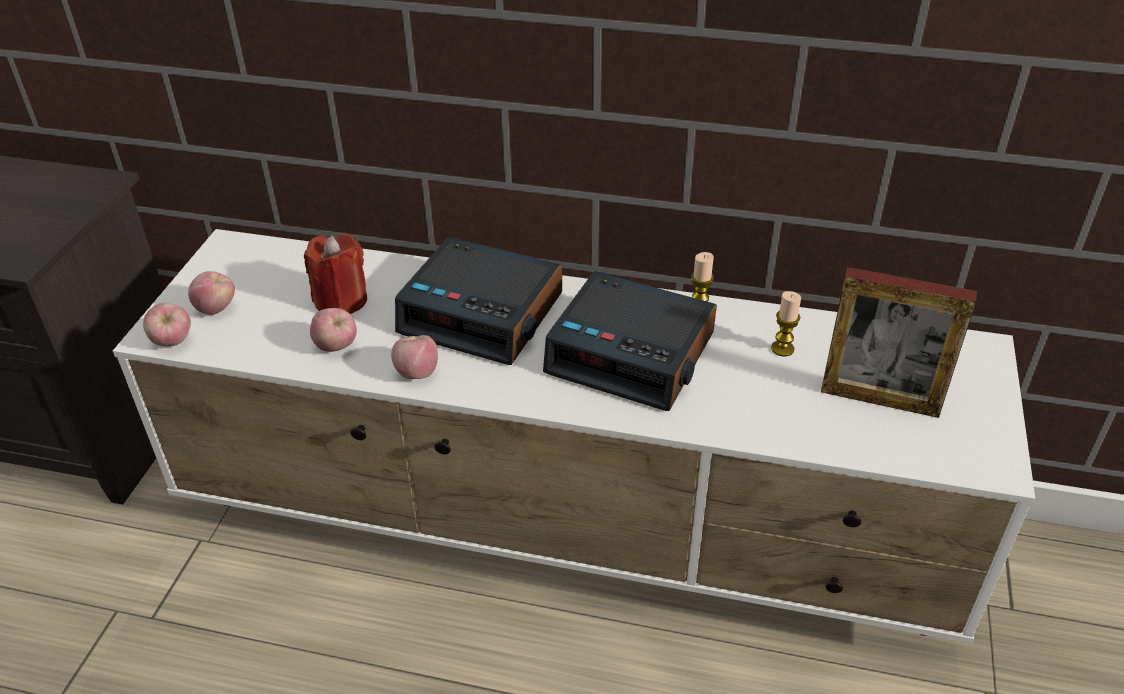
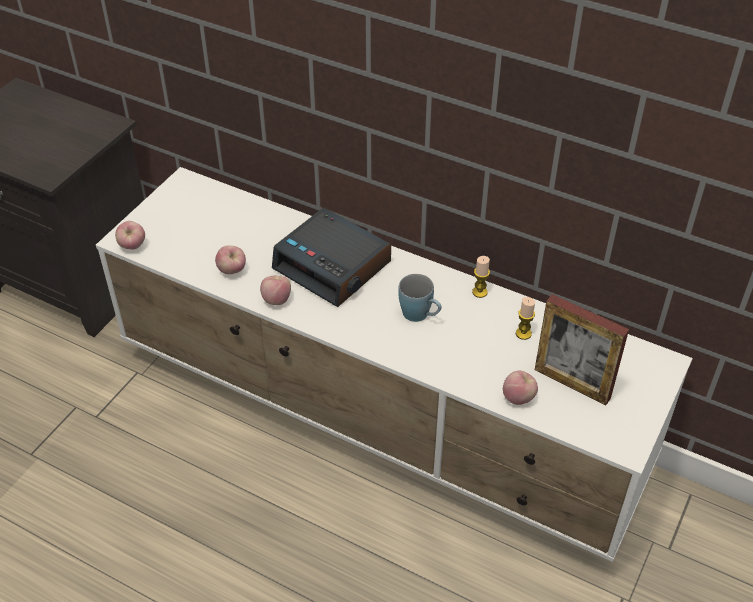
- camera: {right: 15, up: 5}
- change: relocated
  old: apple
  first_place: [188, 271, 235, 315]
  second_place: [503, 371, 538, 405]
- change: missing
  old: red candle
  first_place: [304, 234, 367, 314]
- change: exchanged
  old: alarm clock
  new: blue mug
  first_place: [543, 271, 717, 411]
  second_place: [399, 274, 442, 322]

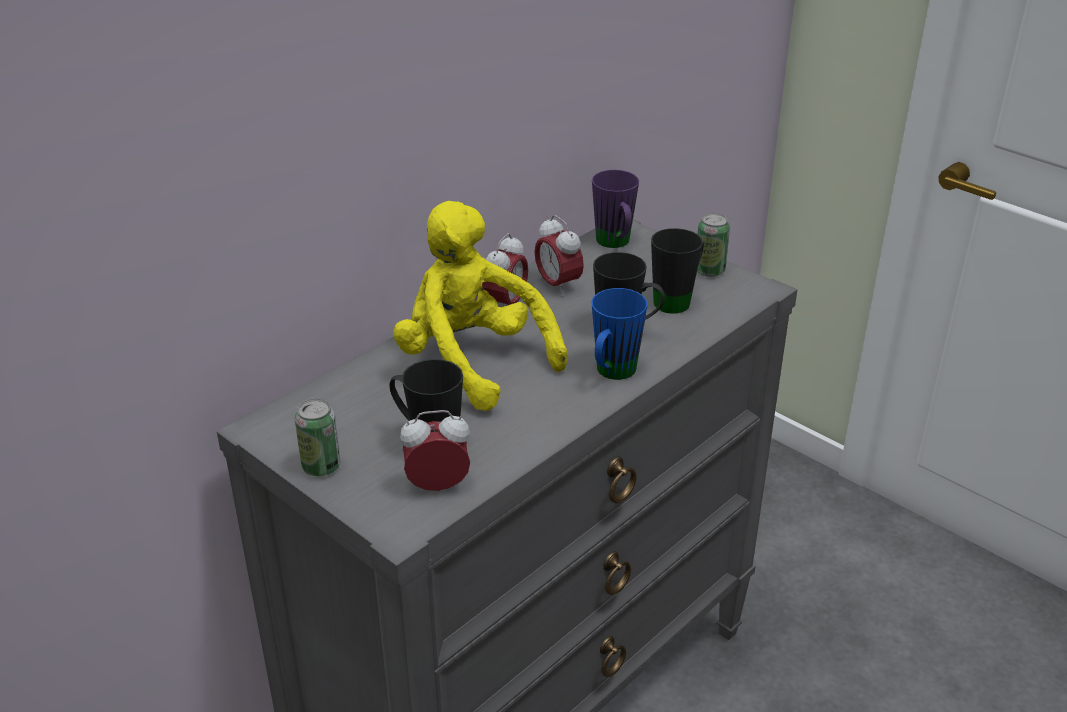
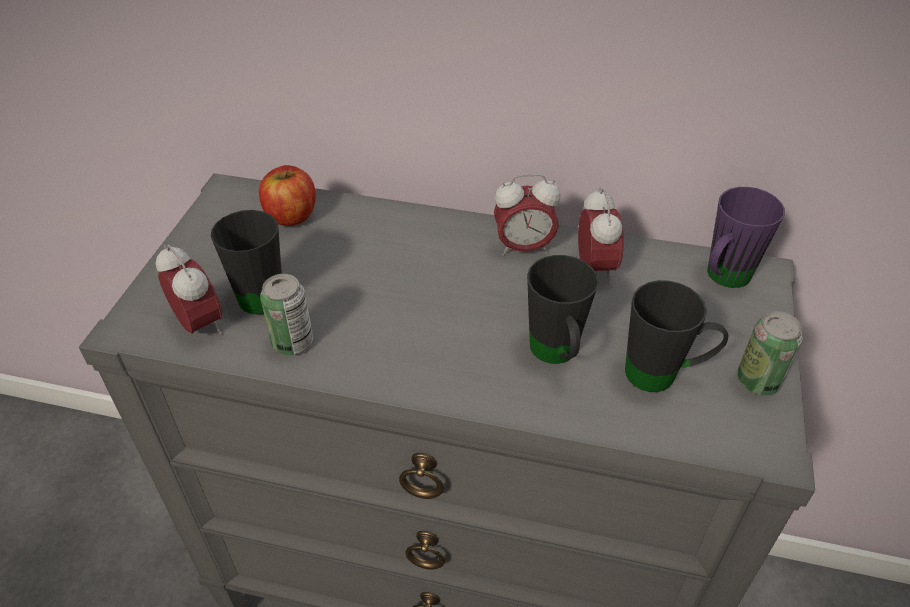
- camera: {right: 60, up: 10}
- change: relocated
  old: can
  first_place: [295, 399, 341, 476]
  second_place: [260, 274, 313, 355]
- change: missing
  old: yellow plush toy
  first_place: [393, 201, 568, 411]
- change: spun
  old: alarm clock
  first_place: [534, 215, 584, 297]
  second_place: [578, 187, 624, 284]
  degrees: 150
- change: missing
  old: blue mug
  first_place: [591, 288, 648, 380]
- change: appeared
  new: apple
  second_place: [259, 165, 316, 226]

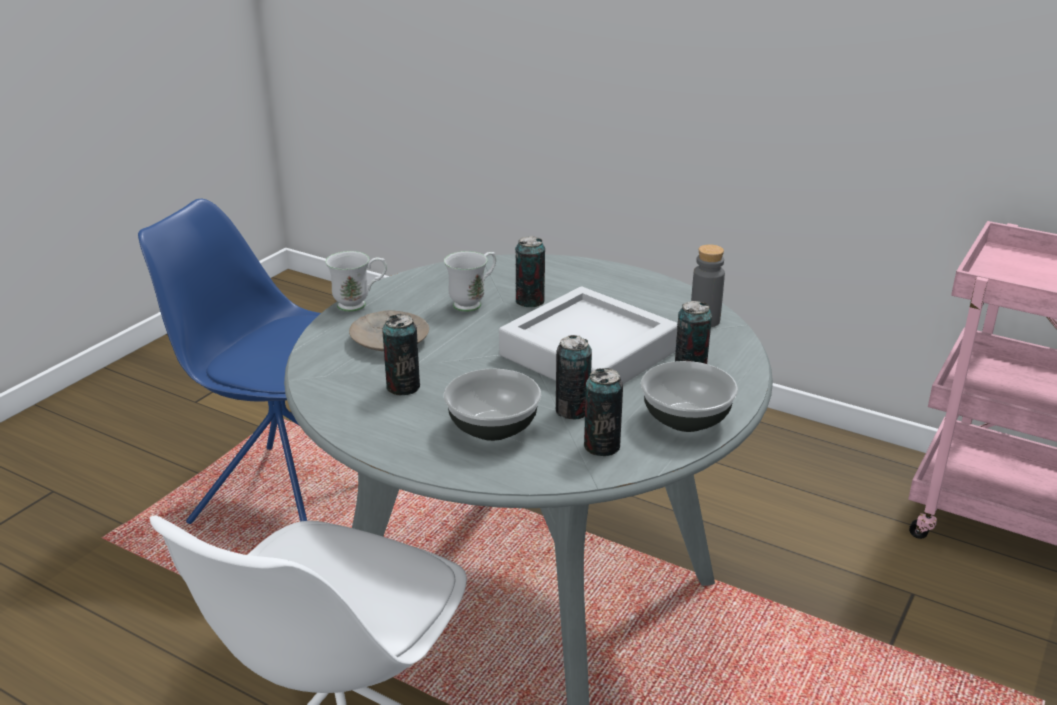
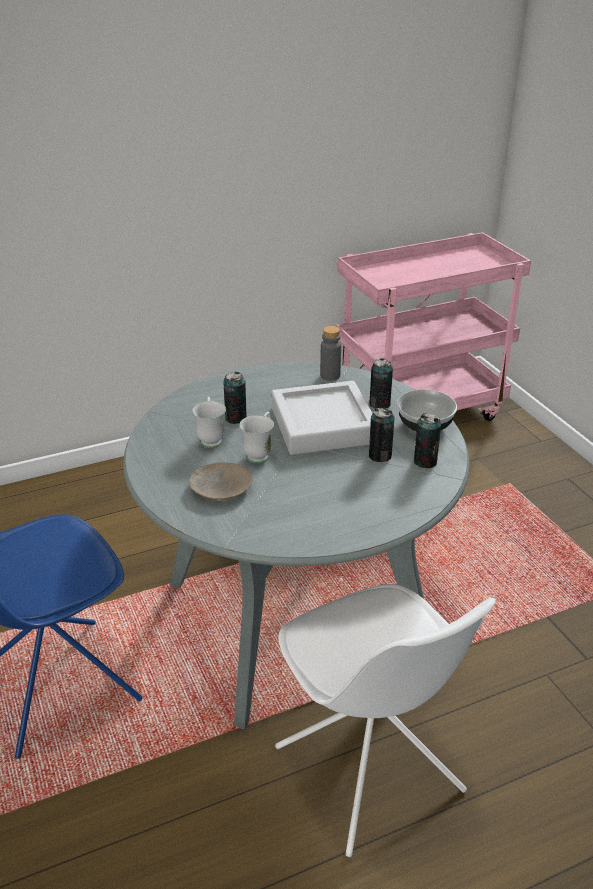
- camera: {right: -55, up: 5}
- change: relocated
  old: white mug
  first_place: [325, 251, 387, 312]
  second_place: [239, 412, 274, 464]
- change: missing
  old: can
  first_place: [382, 314, 420, 396]
- change: missing
  old: bowl
  first_place: [444, 369, 541, 441]

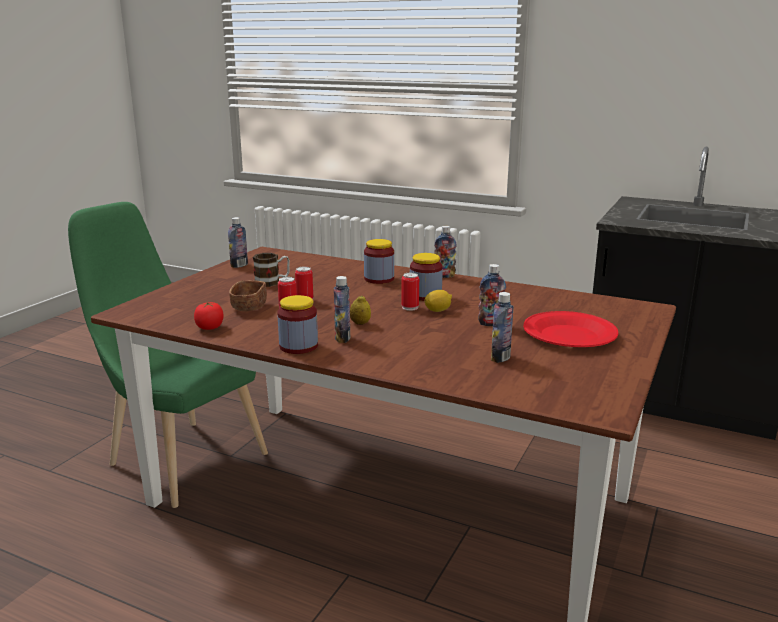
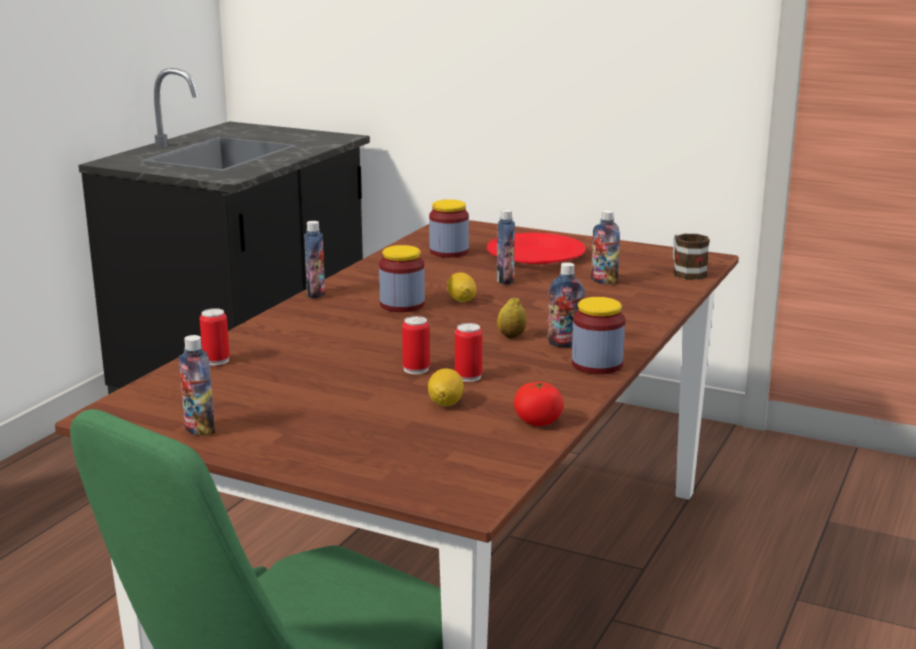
- camera: {right: -90, up: 0}
- change: exchanged
  old: brown bowl
  new: lemon
  first_place: [229, 280, 267, 311]
  second_place: [428, 369, 464, 406]
- change: relocated
  old: mug
  first_place: [253, 253, 290, 287]
  second_place: [673, 234, 710, 280]
- change: relocated
  old: jar
  first_place: [364, 239, 394, 284]
  second_place: [429, 199, 469, 258]
- change: relocated
  old: can
  first_place: [401, 273, 419, 311]
  second_place: [200, 308, 230, 366]

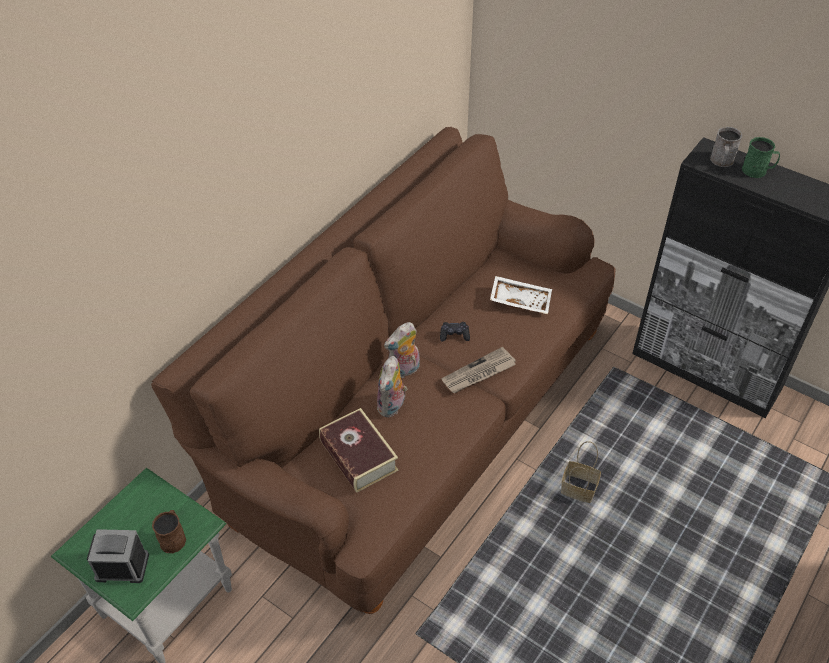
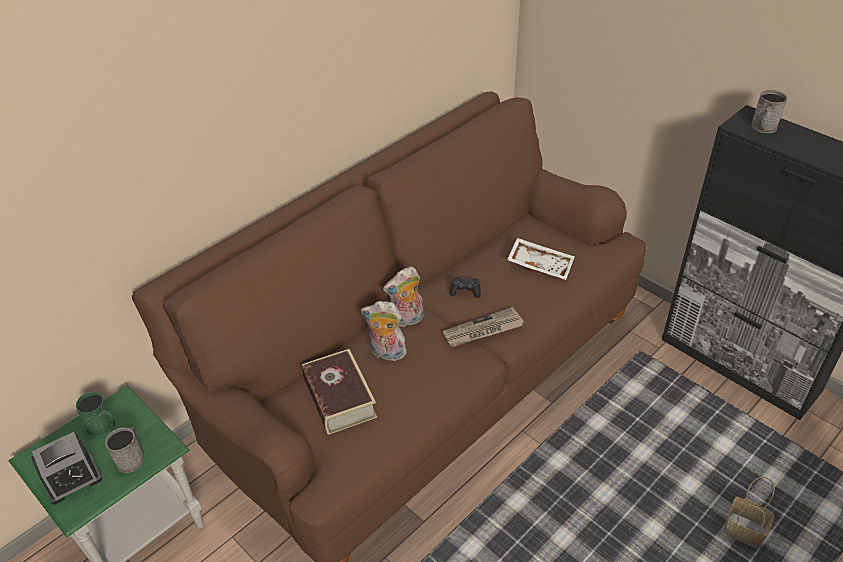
- camera: {right: 10, up: -5}
- change: spun
  old: alarm clock
  first_place: [87, 529, 149, 583]
  second_place: [31, 432, 102, 505]
  degrees: 135
- change: colour
  old: brown mug
  new: grey mug
  first_place: [152, 510, 186, 553]
  second_place: [105, 427, 144, 473]
- change: spun
  old: plush toy
  first_place: [377, 356, 407, 418]
  second_place: [361, 301, 407, 361]
  degrees: 75
- change: relocated
  old: basket
  first_place: [561, 441, 601, 503]
  second_place: [723, 477, 775, 549]
- change: relocated
  old: green mug
  first_place: [742, 137, 780, 178]
  second_place: [76, 392, 115, 436]

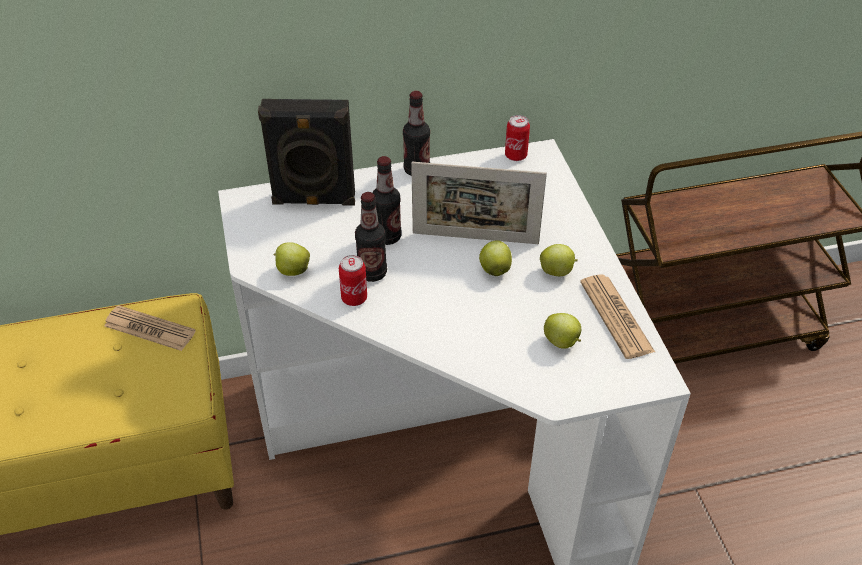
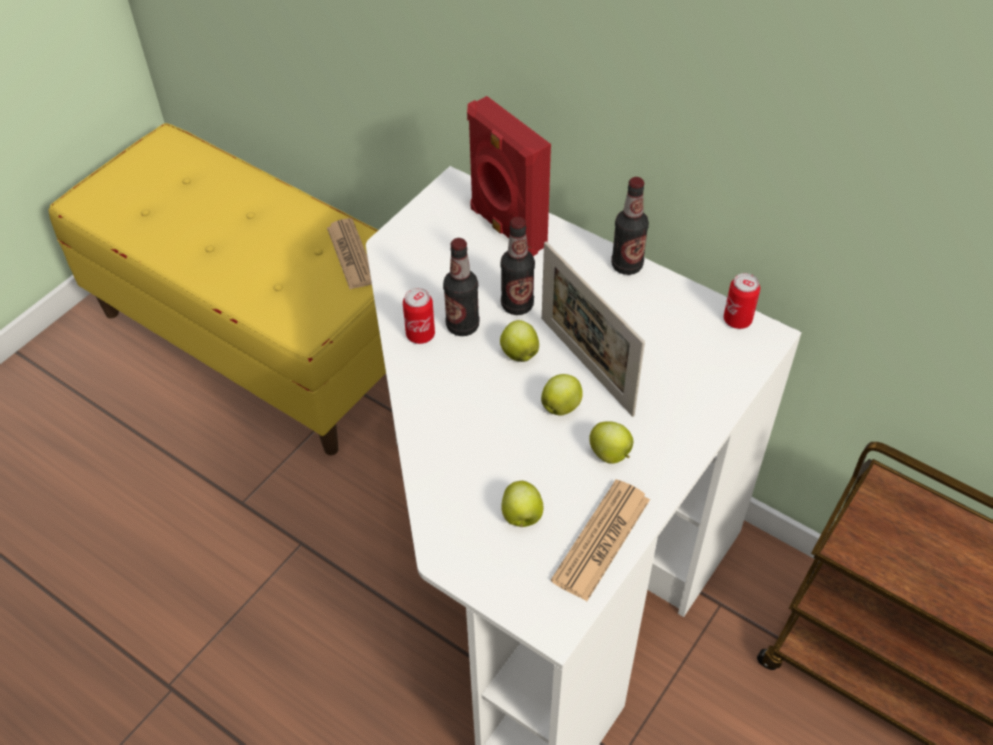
- camera: {right: 50, up: 5}
- change: colour
  old: black speaker
  new: red speaker
  first_place: [258, 99, 355, 206]
  second_place: [467, 96, 551, 256]
- change: relocated
  old: apple
  first_place: [273, 242, 310, 276]
  second_place: [500, 320, 539, 362]

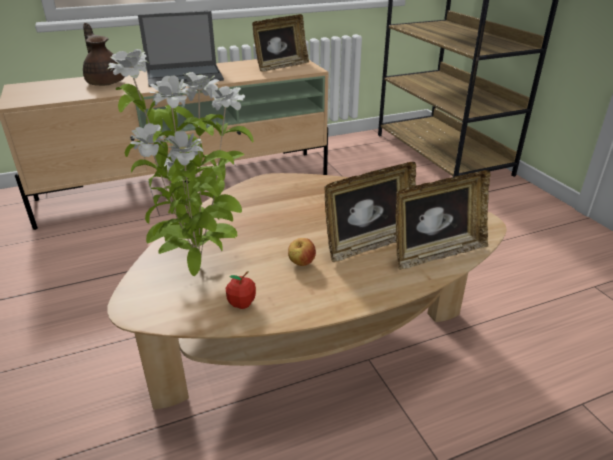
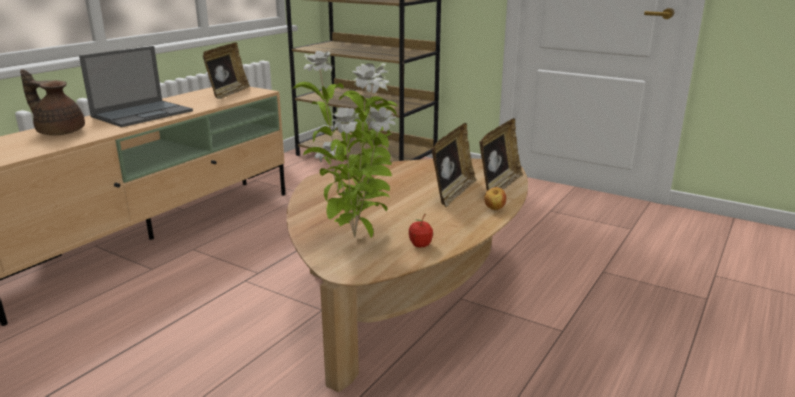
- camera: {right: -35, up: -10}
- change: relocated
  old: apple
  first_place: [288, 238, 316, 266]
  second_place: [484, 187, 506, 210]

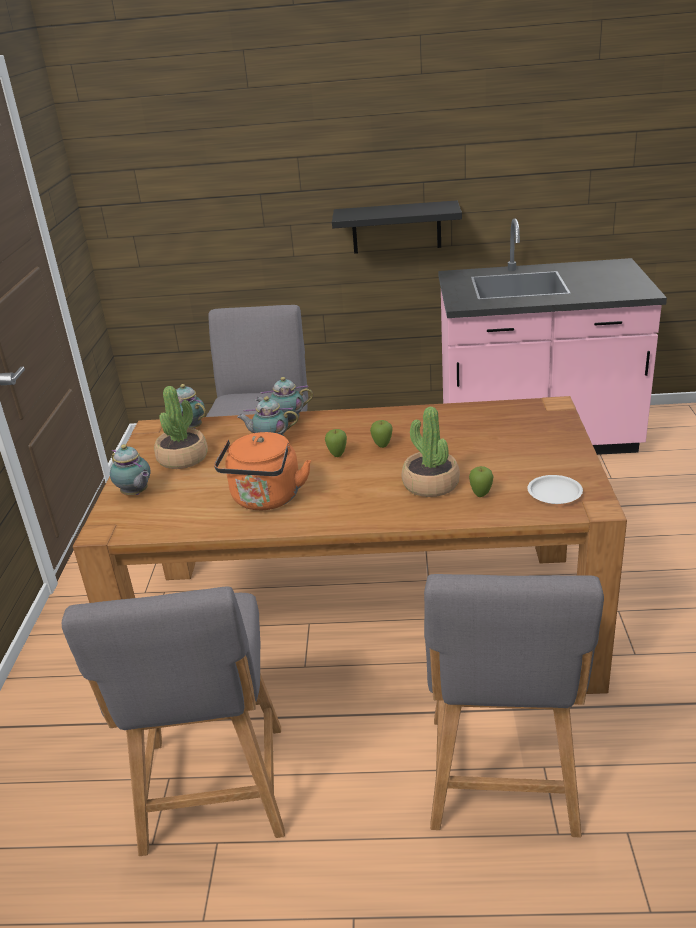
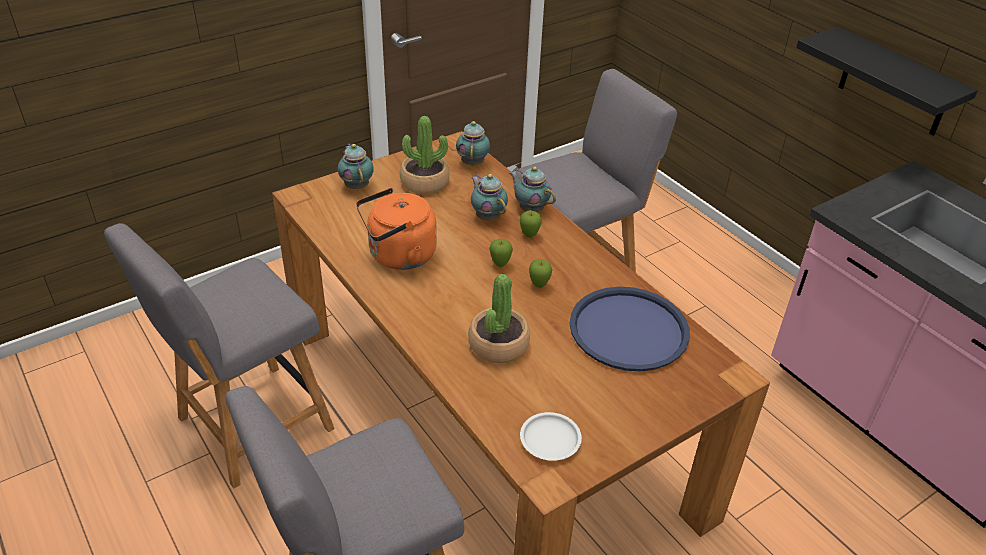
- camera: {right: 50, up: 10}
- change: spun
  old: teapot
  first_place: [110, 444, 151, 495]
  second_place: [338, 143, 374, 189]
  degrees: 150
- change: relocated
  old: apple
  first_place: [469, 466, 494, 497]
  second_place: [520, 210, 542, 237]
- change: appeared
  new: blue tray
  second_place: [570, 287, 690, 372]

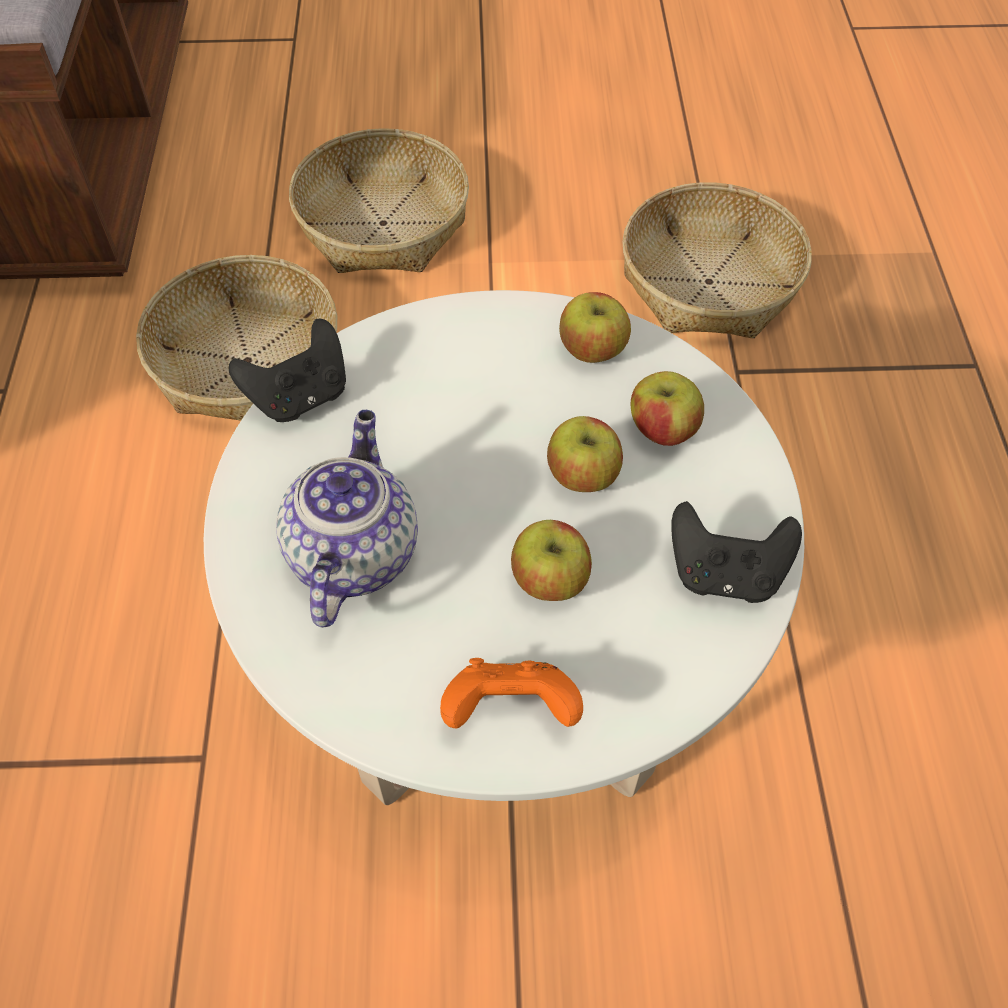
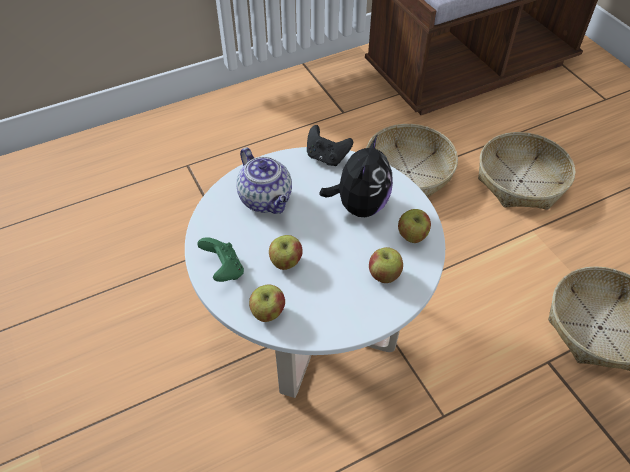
- camera: {right: 65, up: -5}
- change: spun
  old: teapot
  first_place: [276, 410, 418, 628]
  second_place: [236, 147, 292, 214]
  degrees: 75
- change: colour
  old: orange game controller
  new: green game controller
  first_place: [440, 658, 583, 728]
  second_place: [197, 237, 244, 282]
- change: relocated
  old: apple
  first_place: [547, 416, 623, 492]
  second_place: [249, 285, 285, 322]
- change: missing
  old: black game controller
  first_place: [671, 501, 802, 603]
- change: appeared
  new: plush toy
  second_place: [319, 134, 393, 217]

